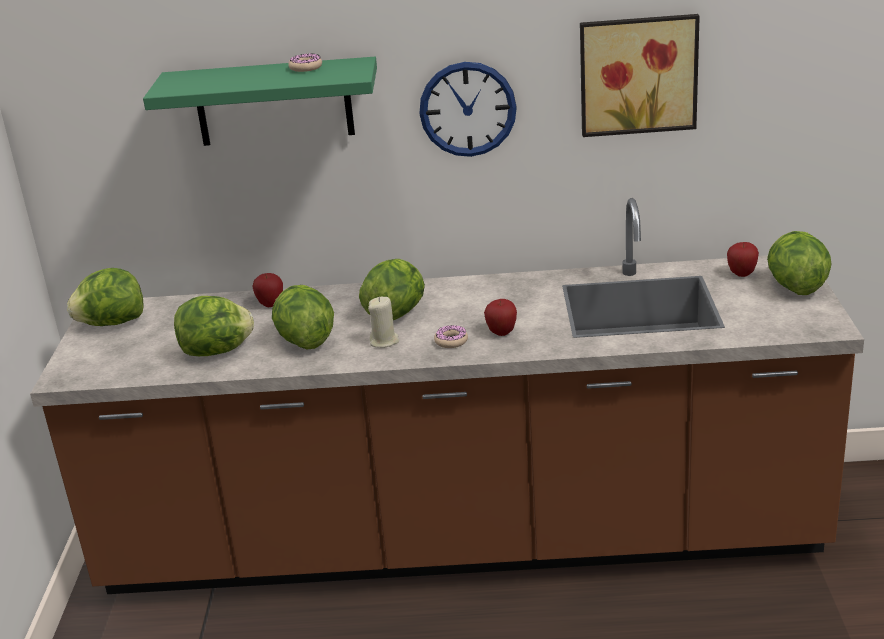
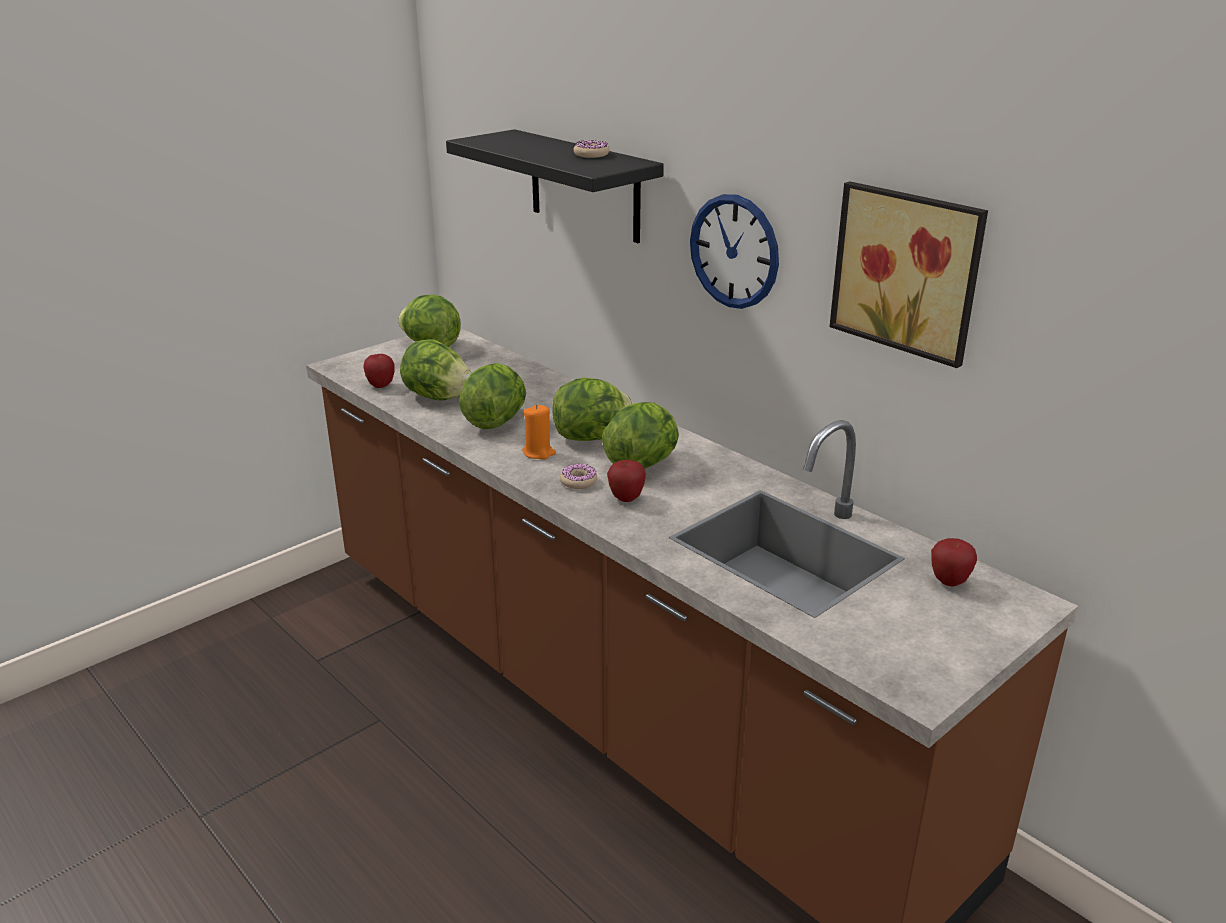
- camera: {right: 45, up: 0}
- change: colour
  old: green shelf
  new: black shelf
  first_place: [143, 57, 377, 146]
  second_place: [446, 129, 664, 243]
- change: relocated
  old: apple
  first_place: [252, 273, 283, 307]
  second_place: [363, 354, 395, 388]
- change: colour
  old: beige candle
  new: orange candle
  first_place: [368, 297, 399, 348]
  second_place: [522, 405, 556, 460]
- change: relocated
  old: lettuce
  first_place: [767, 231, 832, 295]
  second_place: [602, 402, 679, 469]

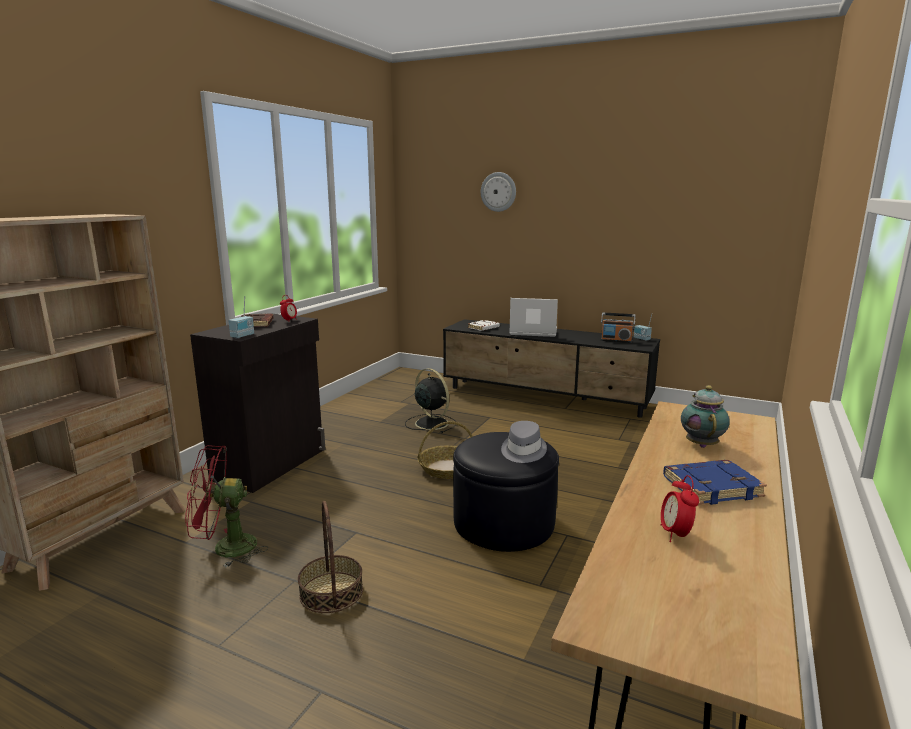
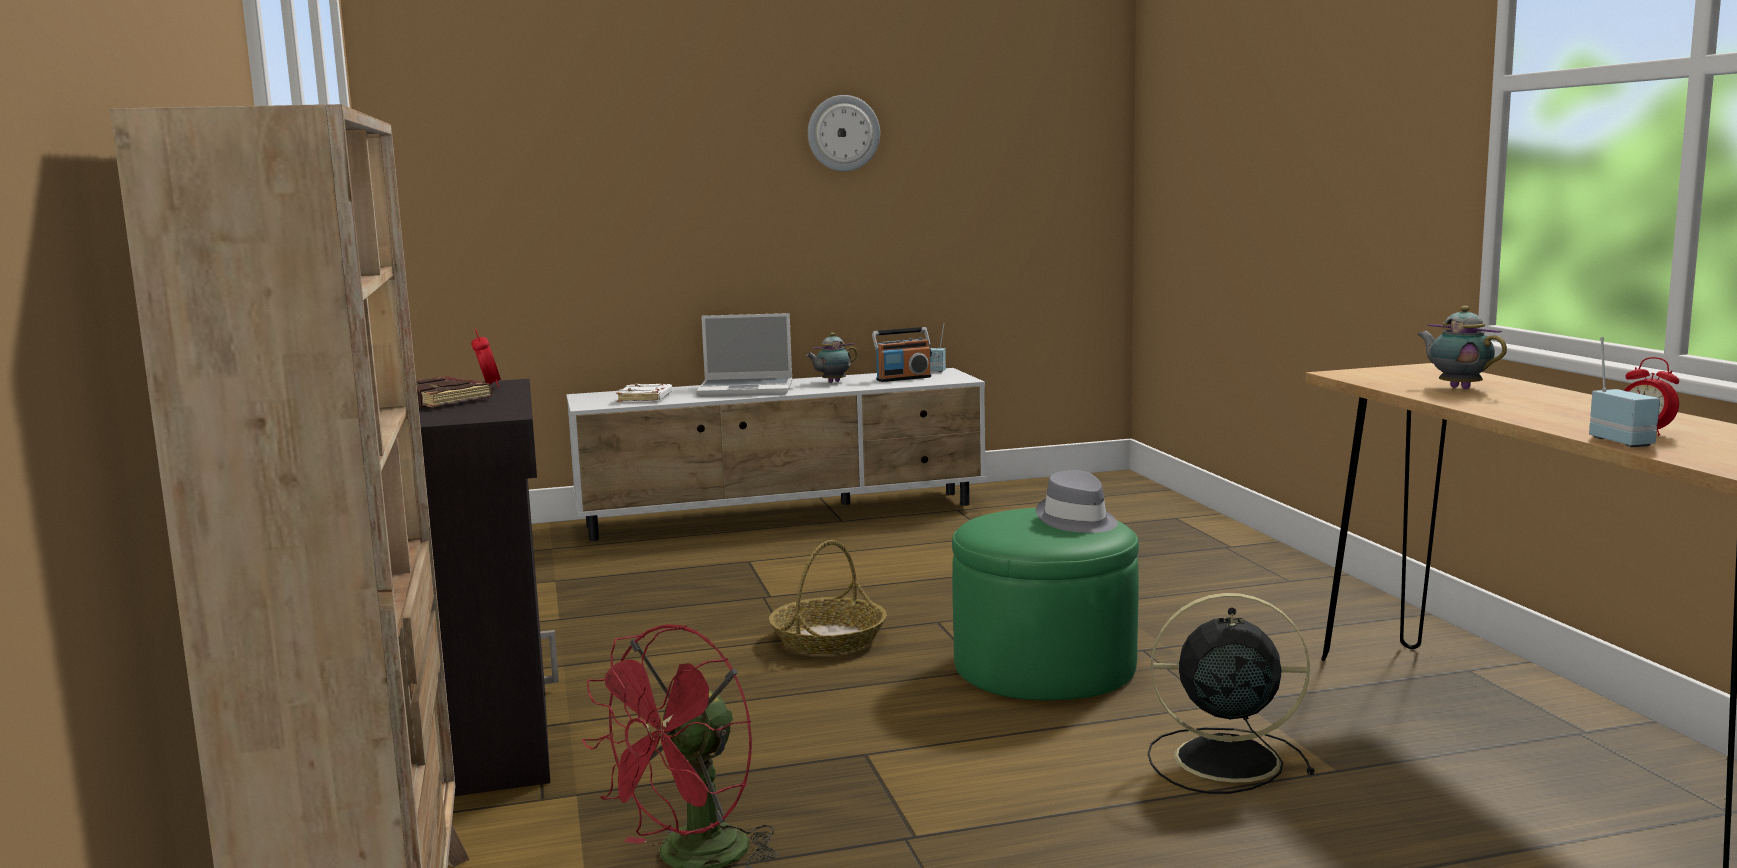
- camera: {right: -40, up: -5}
- change: relocated
  old: radio
  first_place: [228, 296, 254, 339]
  second_place: [1589, 337, 1660, 447]
- change: missing
  old: basket
  first_place: [298, 501, 363, 613]
- change: relocated
  old: black fan
  first_place: [405, 368, 456, 433]
  second_place: [1148, 593, 1315, 794]
- change: colour
  old: black tv stand
  new: white tv stand
  first_place: [443, 319, 660, 418]
  second_place: [566, 368, 986, 541]
- change: colour
  old: black ottoman
  new: green ottoman
  first_place: [453, 432, 559, 552]
  second_place: [952, 508, 1139, 700]
- change: relocated
  old: wall clock
  first_place: [481, 172, 516, 212]
  second_place: [808, 95, 880, 171]
- change: spun
  old: laptop
  first_place: [509, 298, 558, 337]
  second_place: [696, 313, 792, 397]
  degrees: -150
- change: missing
  old: blue book
  first_place: [663, 460, 767, 505]
- change: appeared
  new: teapot
  second_place: [806, 333, 858, 383]

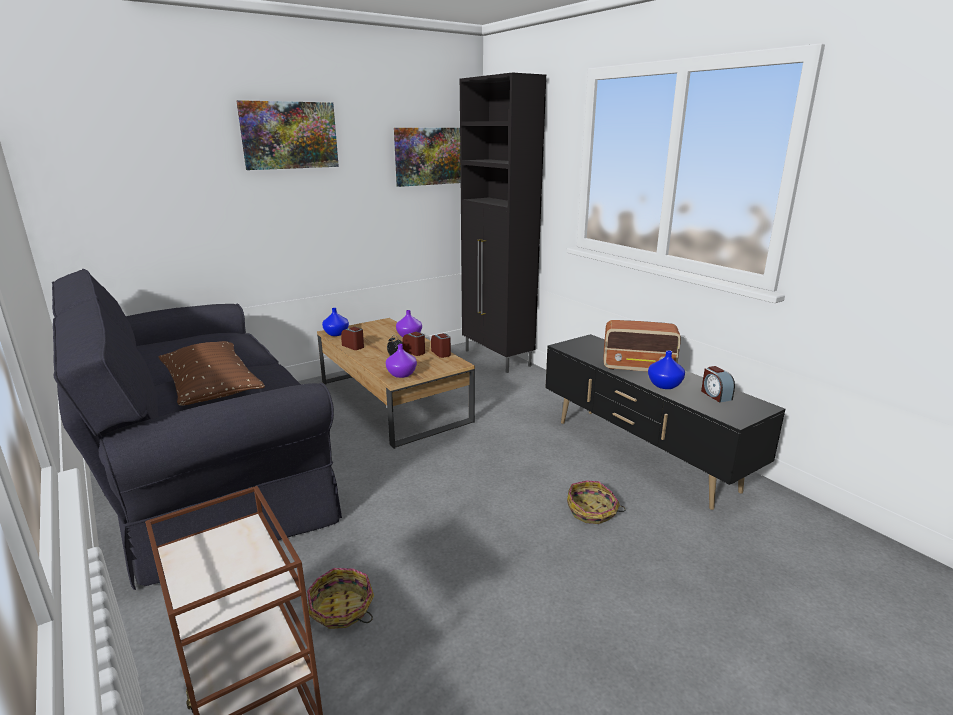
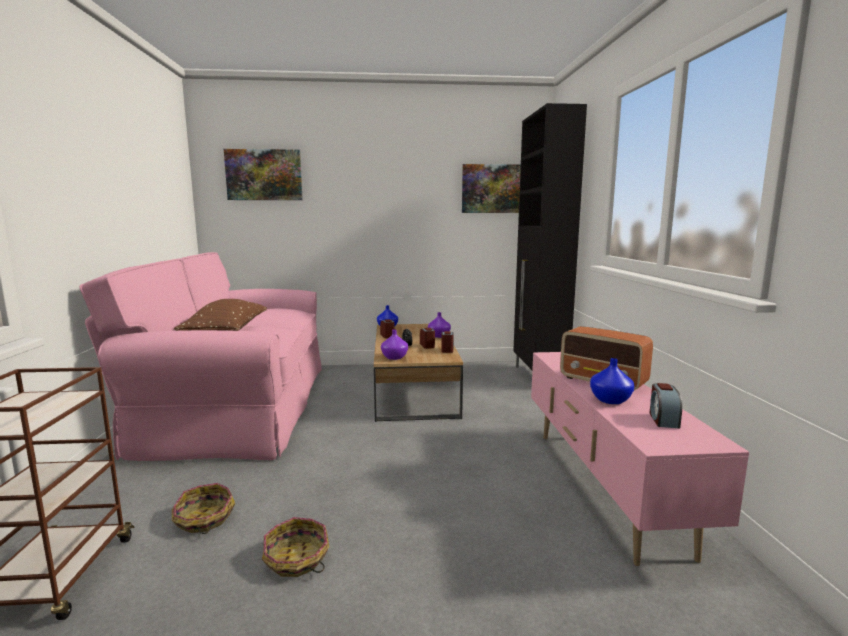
- camera: {right: 30, up: -10}
- change: colour
  old: black sofa
  new: pink sofa
  first_place: [52, 269, 342, 590]
  second_place: [80, 252, 322, 461]
- change: relocated
  old: picture
  first_place: [237, 100, 339, 170]
  second_place: [224, 149, 303, 200]
- change: colour
  old: black tv stand
  new: pink tv stand
  first_place: [545, 334, 785, 510]
  second_place: [531, 352, 749, 566]
- change: relocated
  old: basket
  first_place: [567, 481, 626, 524]
  second_place: [262, 517, 329, 577]

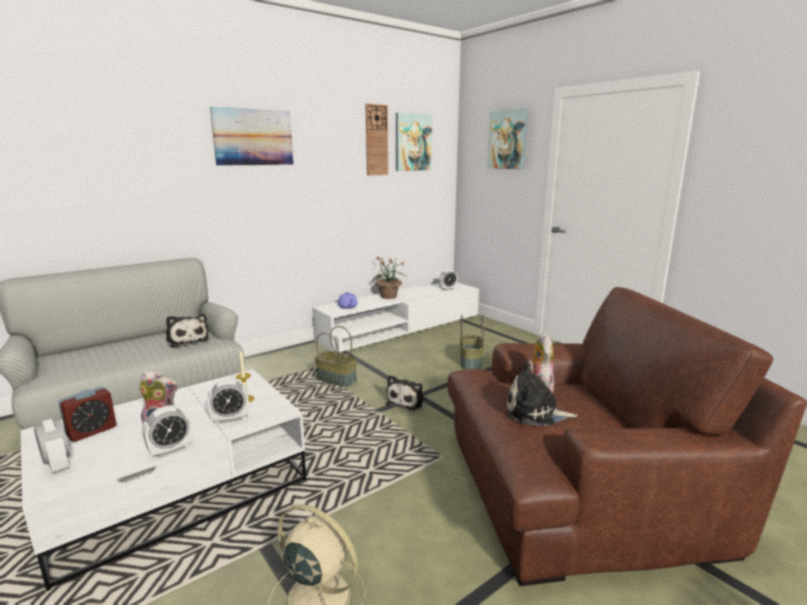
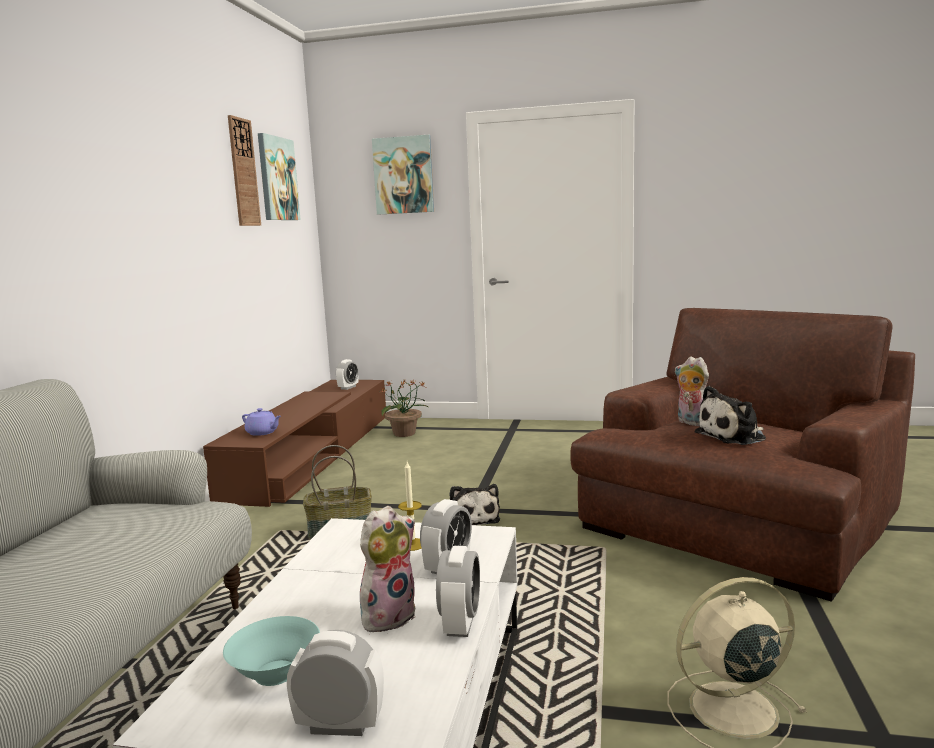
- camera: {right: -40, up: -5}
- change: exchanged
  old: alarm clock
  new: turquoise bowl
  first_place: [58, 387, 116, 442]
  second_place: [223, 616, 320, 686]
- change: missing
  old: plush toy
  first_place: [166, 314, 209, 348]
- change: missing
  old: picture
  first_place: [210, 107, 293, 166]
- change: colour
  old: white tv stand
  new: brown tv stand
  first_place: [312, 283, 479, 352]
  second_place: [203, 380, 386, 507]
- change: relocated
  old: potted plant
  first_place: [373, 256, 404, 299]
  second_place: [381, 380, 428, 437]
- change: missing
  old: basket
  first_place: [460, 315, 484, 370]

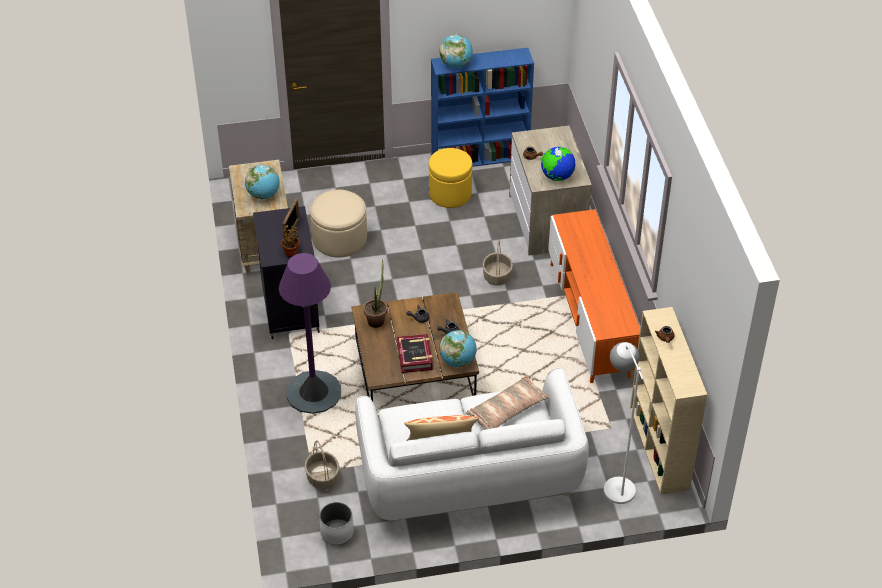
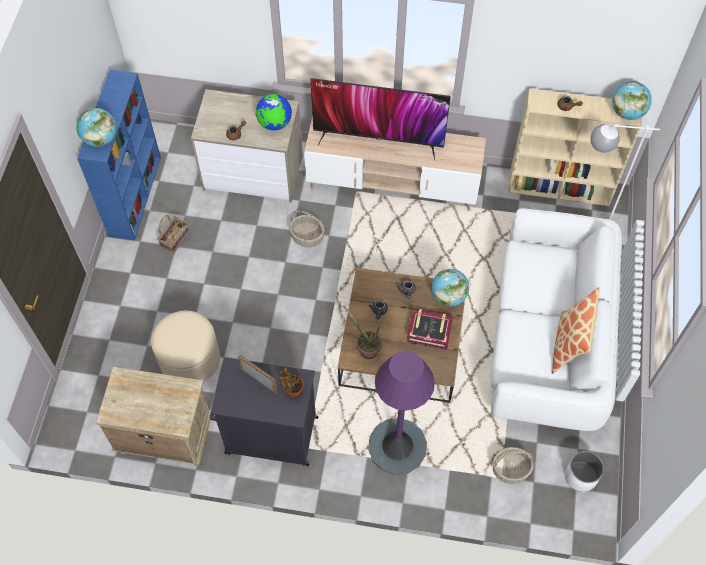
- camera: {right: -70, up: 15}
- change: relocated
  old: globe
  first_place: [245, 165, 280, 199]
  second_place: [612, 81, 652, 120]
- change: exchanged
  old: yellow ottoman
  new: basket
  first_place: [429, 148, 472, 208]
  second_place: [157, 215, 189, 254]
- change: missing
  old: pillow
  first_place: [465, 375, 549, 430]
- change: colour
  old: orange tv stand
  new: beige tv stand
  first_place: [548, 209, 640, 383]
  second_place: [304, 116, 486, 211]
- change: appeared
  new: television
  second_place: [311, 78, 451, 160]

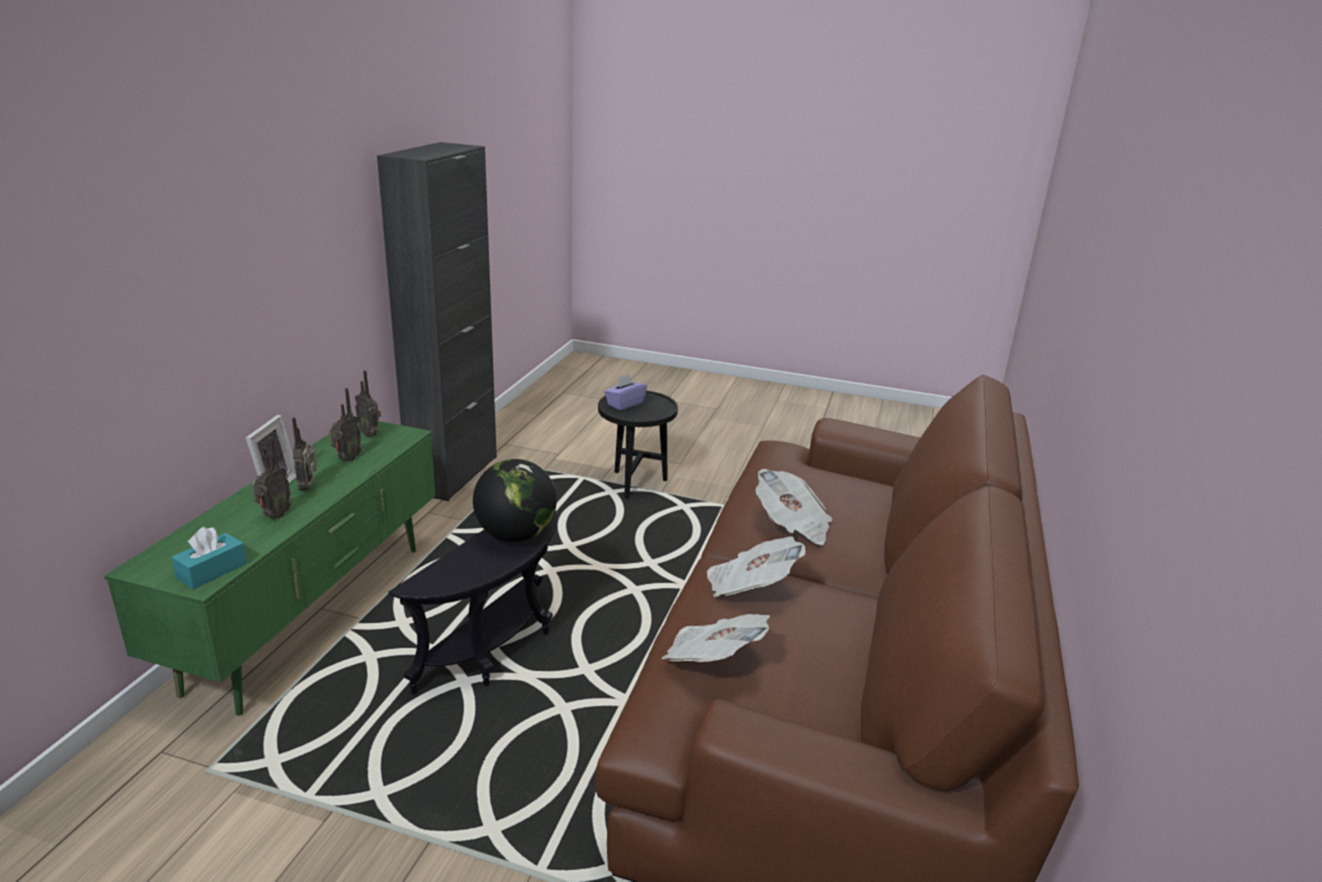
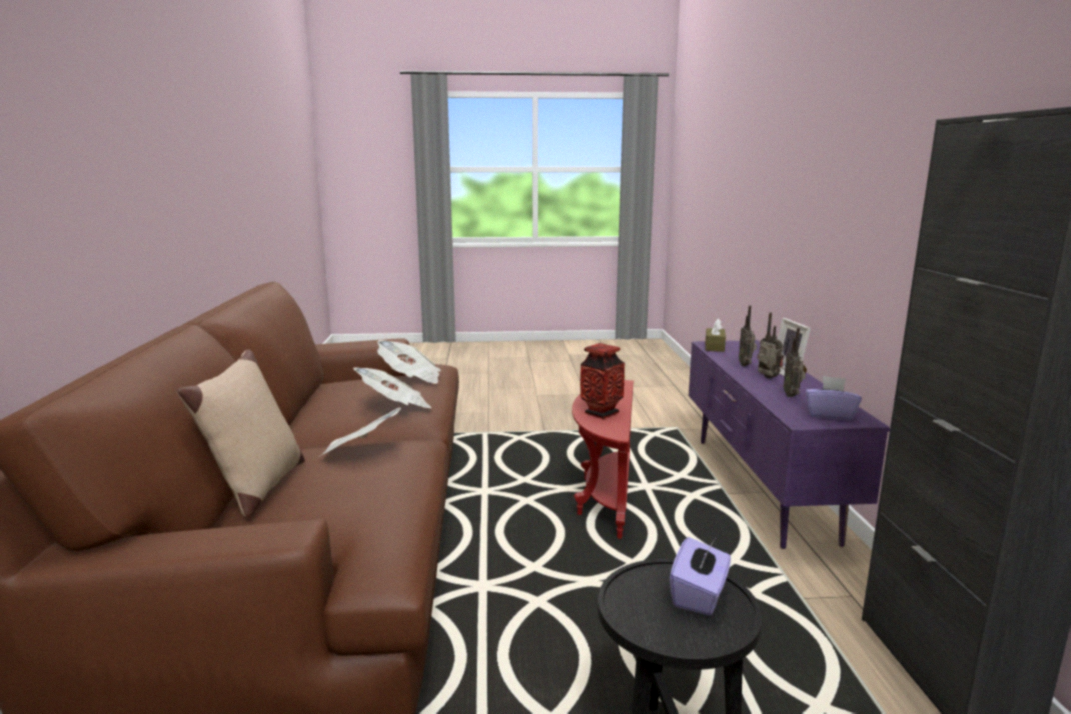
- camera: {right: 160, up: -10}
- change: colour
  old: green tv stand
  new: purple tv stand
  first_place: [105, 421, 436, 716]
  second_place: [689, 340, 890, 549]
- change: colour
  old: turquoise tissue box
  new: brown tissue box
  first_place: [171, 527, 247, 589]
  second_place: [705, 318, 726, 352]
- change: exchanged
  old: radio
  new: purple tissue box
  first_place: [355, 370, 381, 437]
  second_place: [806, 376, 862, 421]
- change: colour
  old: black side table
  new: red side table
  first_place: [388, 510, 558, 694]
  second_place: [572, 380, 634, 539]
- change: exchanged
  old: globe
  new: vase
  first_place: [473, 459, 557, 542]
  second_place: [580, 343, 625, 419]
- change: appeared
  new: beige pillow
  second_place: [177, 349, 305, 518]

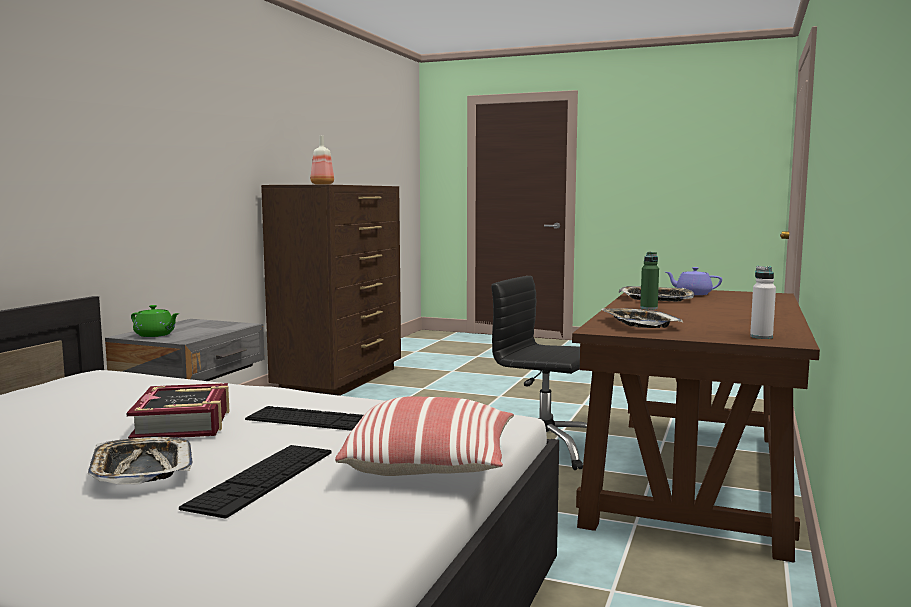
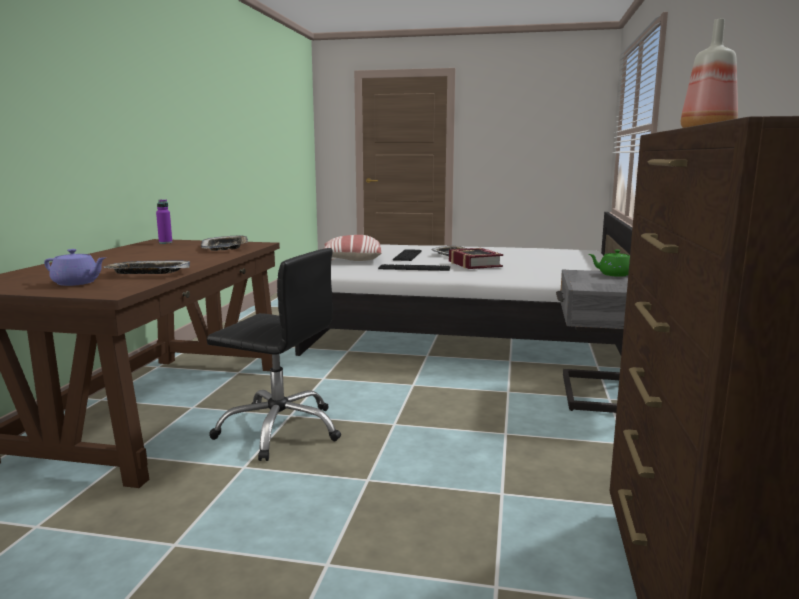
- camera: {right: 170, up: 5}
- change: missing
  old: green bottle
  first_place: [640, 252, 659, 310]
- change: colour
  old: white bottle
  new: purple bottle
  first_place: [750, 266, 776, 339]
  second_place: [156, 199, 172, 244]

